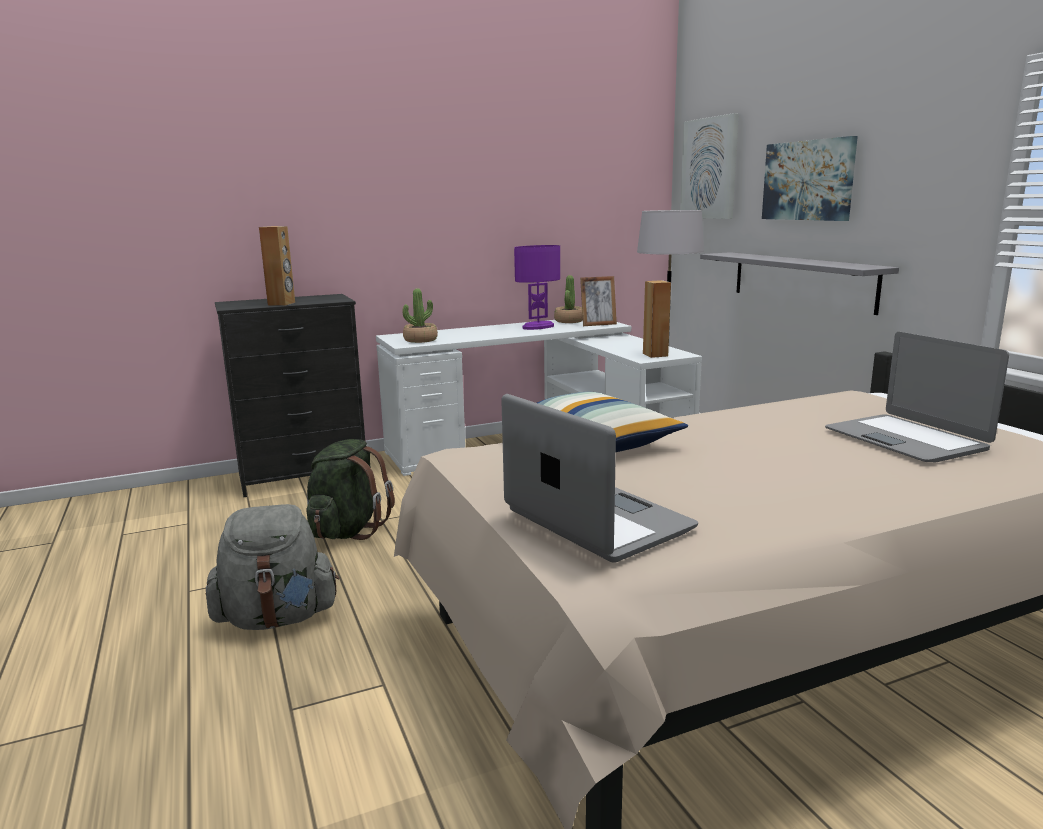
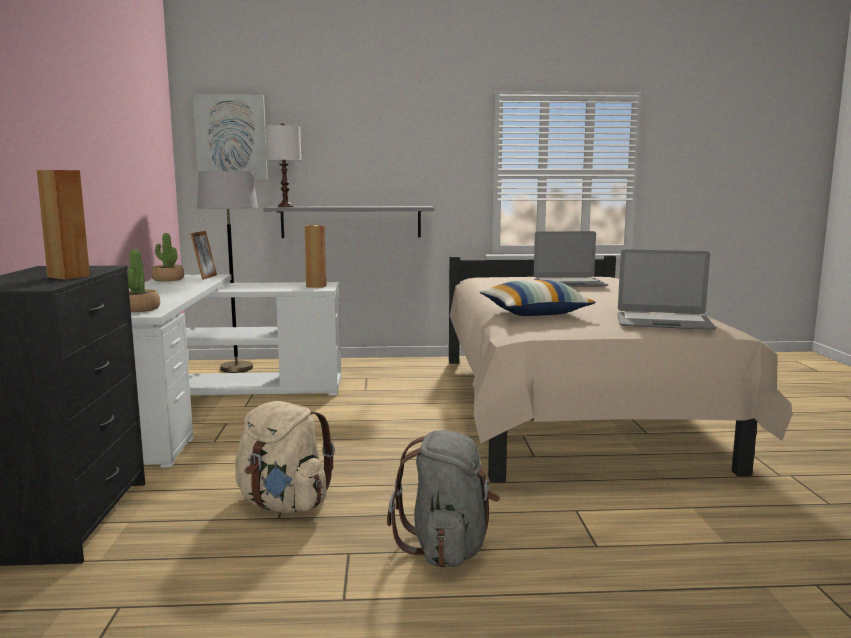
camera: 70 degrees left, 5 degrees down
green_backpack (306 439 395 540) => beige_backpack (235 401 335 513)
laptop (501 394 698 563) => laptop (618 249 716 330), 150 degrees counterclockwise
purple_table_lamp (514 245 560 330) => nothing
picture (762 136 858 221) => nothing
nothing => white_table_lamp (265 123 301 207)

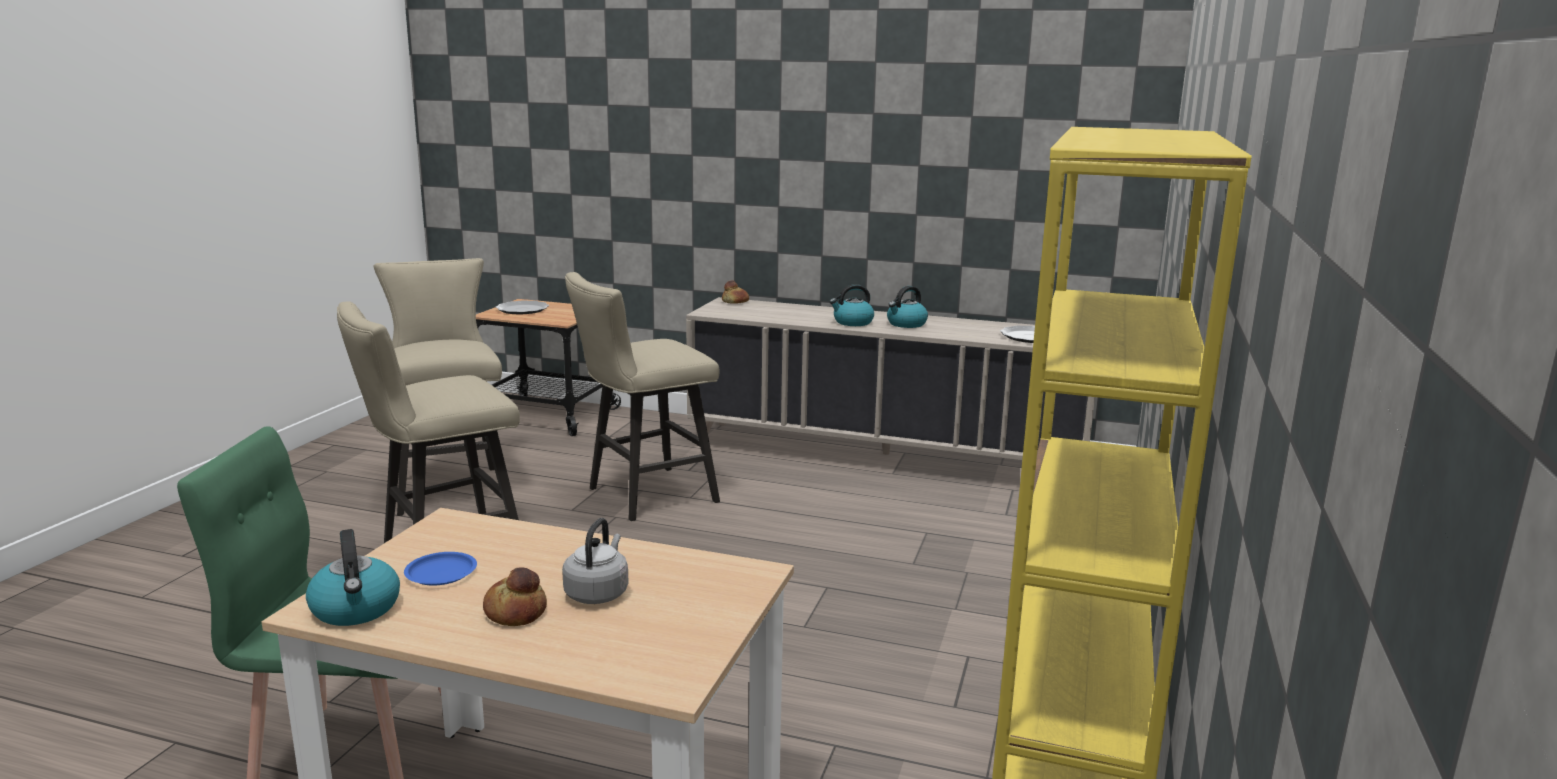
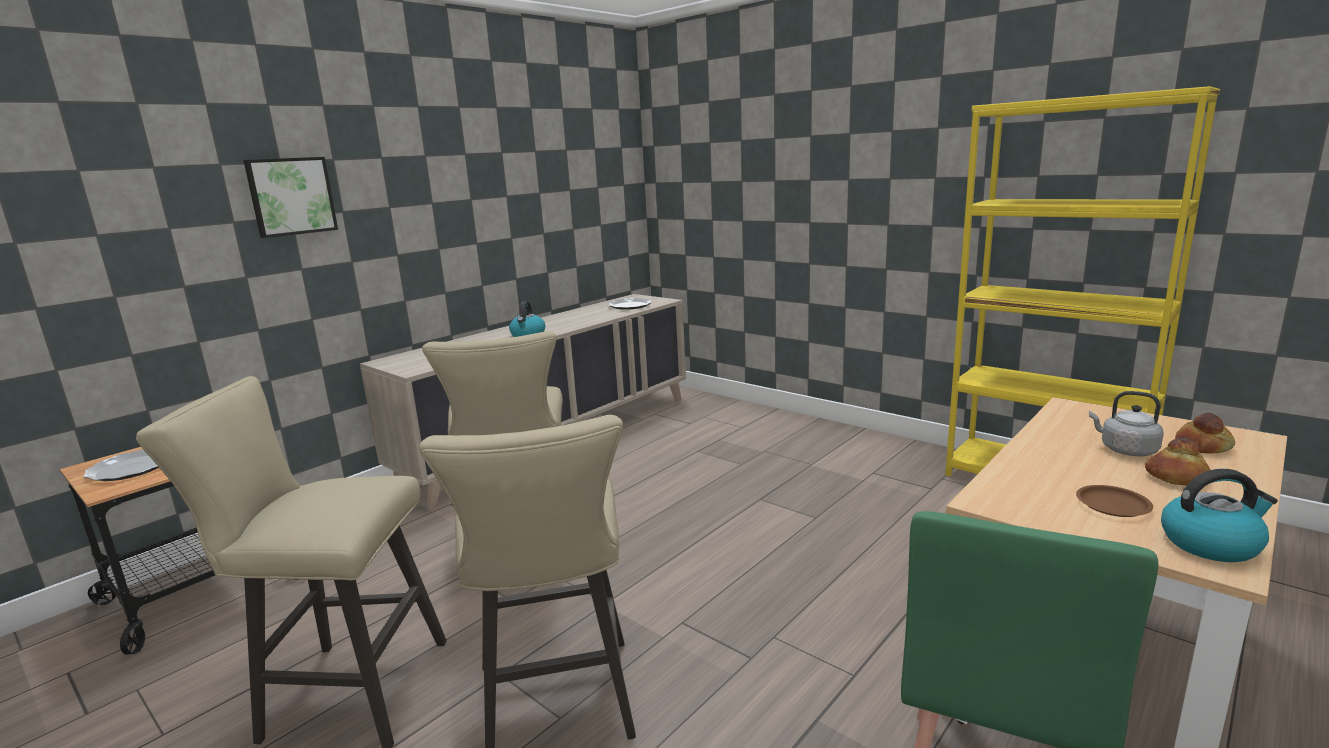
camera: 65 degrees left, 0 degrees up
blue_plate (404 552 477 585) => brown_plate (1076 485 1153 517)
bread (722 280 749 304) => bread (1175 413 1235 454), move
kettle (887 286 928 328) => nothing
nothing => picture (243 157 338 238)

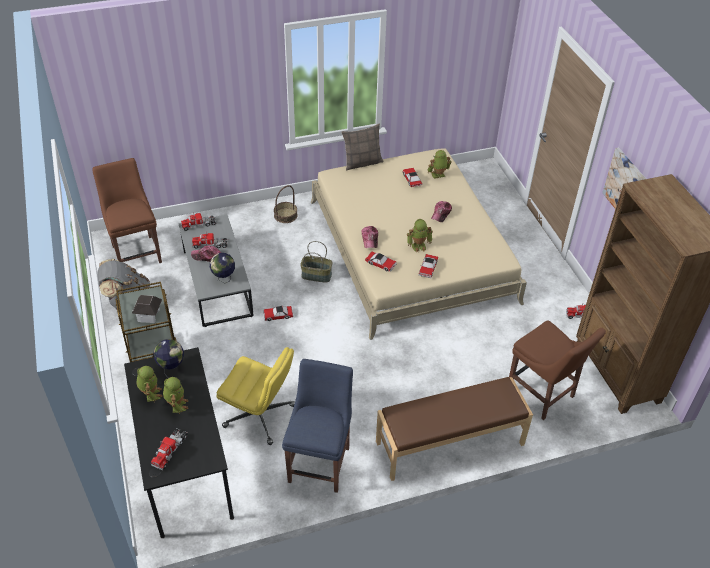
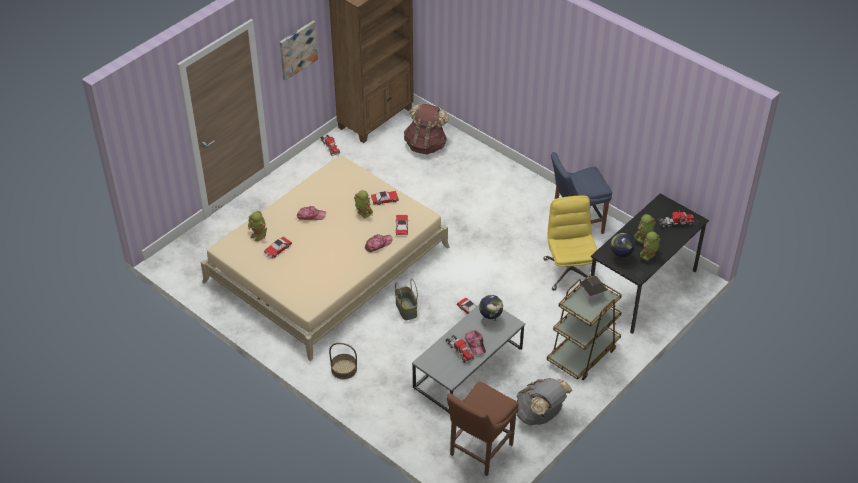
camera: 120 degrees left, 0 degrees up
toy_truck (181 212 217 231) => nothing
pillow (341 124 384 171) => nothing
brown_bench (376 377 533 481) => nothing
brown_chair (509 320 606 420) => brown_backpack (404 104 449 155)

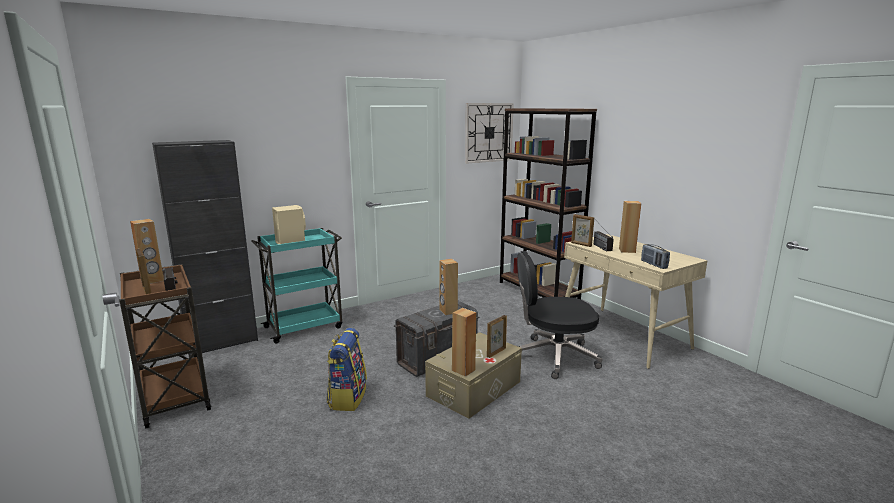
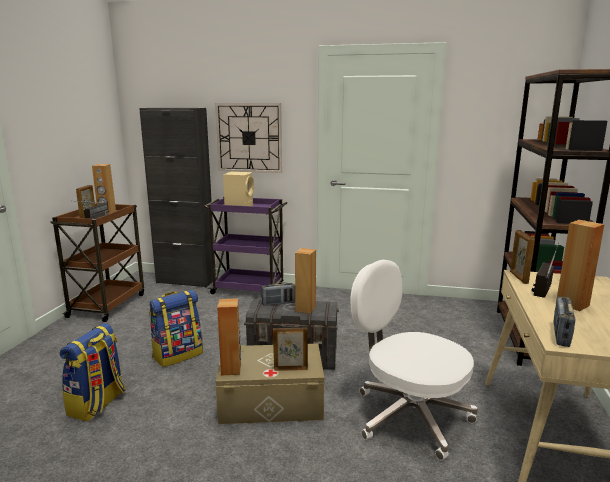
camera: 45 degrees right, 0 degrees up
turquoise_cart (251 228 342 344) => purple_cart (204 197 287 294)
wall_clock (465 103 514 164) => wall_clock (215 103 282 173), move
black_office_chair (517 251 602 379) => white_office_chair (350 260 478 460)
nothing => backpack (60 323 125 421)
nothing => radio (261 282 295 306)

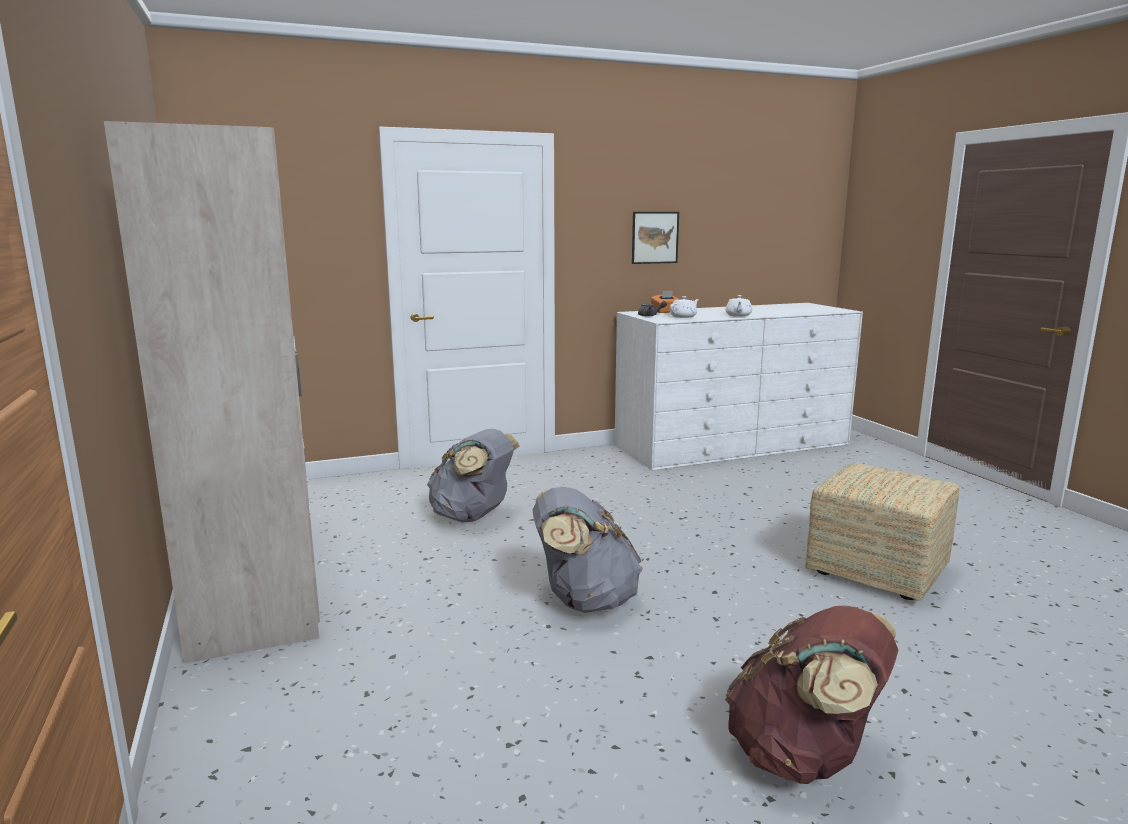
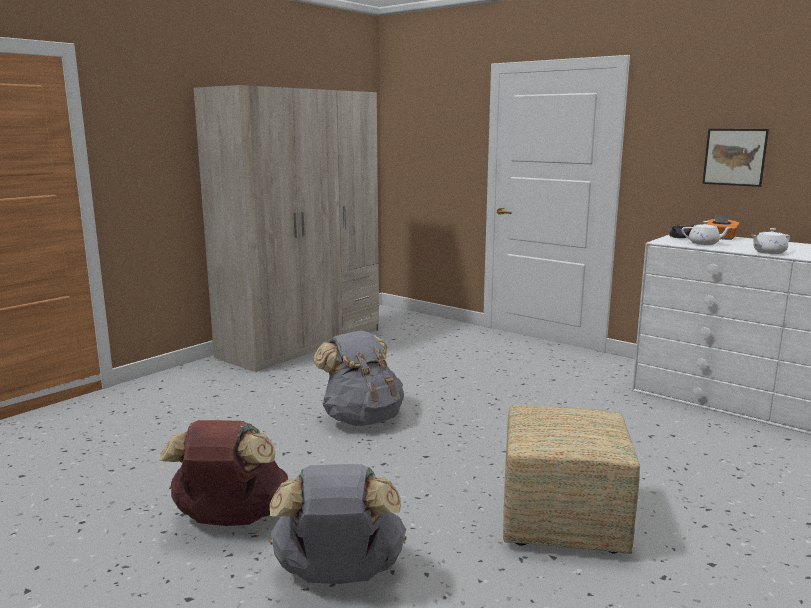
camera: 60 degrees right, 0 degrees up
grey_backpack (427 429 520 523) => grey_backpack (270 464 406 584), move

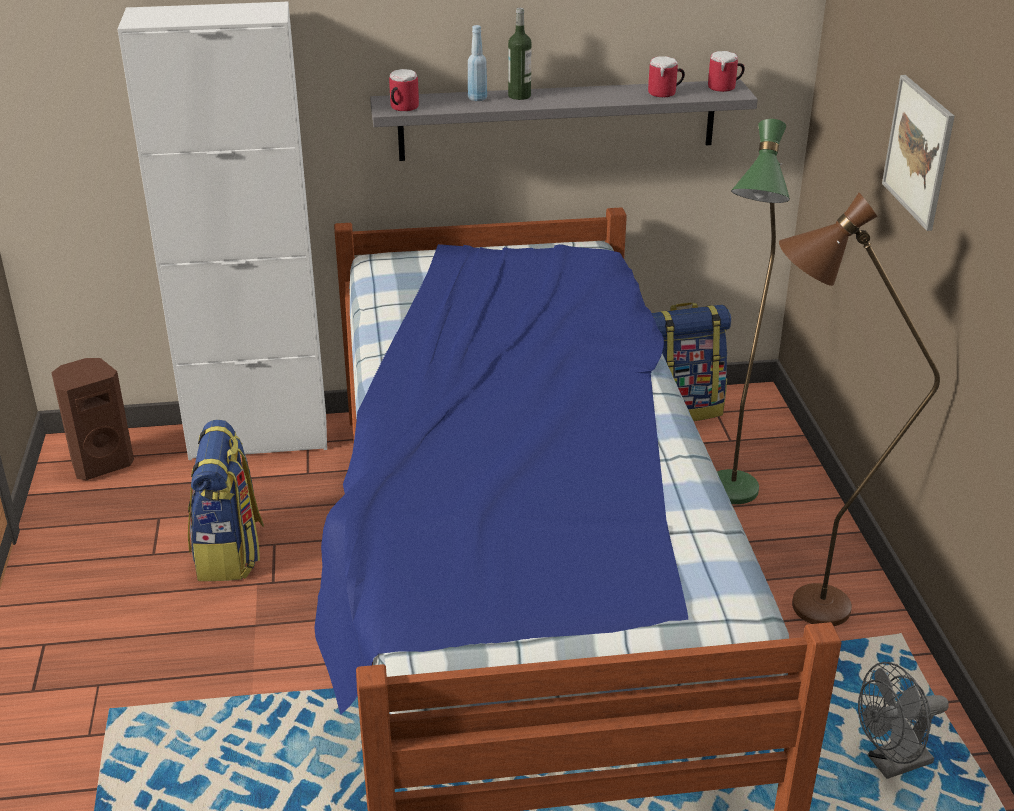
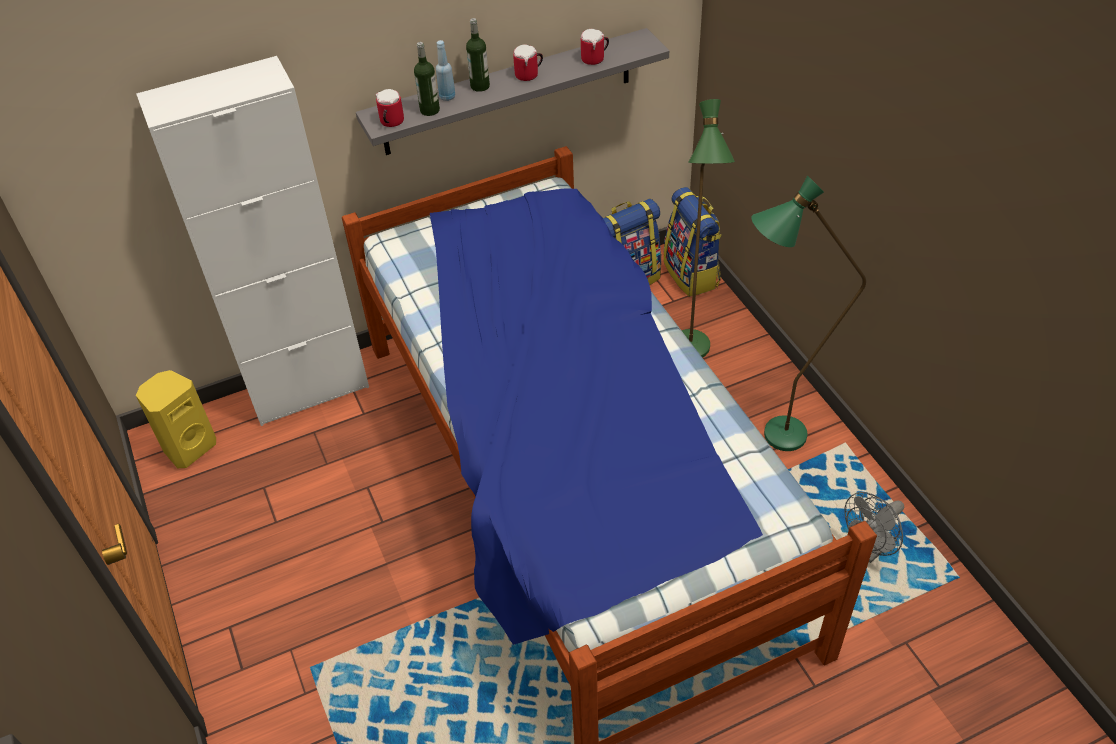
camera: 15 degrees left, 15 degrees up
brown_speaker (51 358 134 480) => yellow_speaker (136 370 216 468)
backpack (188 420 264 581) => backpack (663 187 722 297), move
mug (708 51 745 92) => mug (513 45 543 81), move
brown_floor_lamp (779 193 940 626) => green_floor_lamp (752 175 866 451)
picture (882 75 955 231) => nothing
nothing => bottle (414 42 440 116)

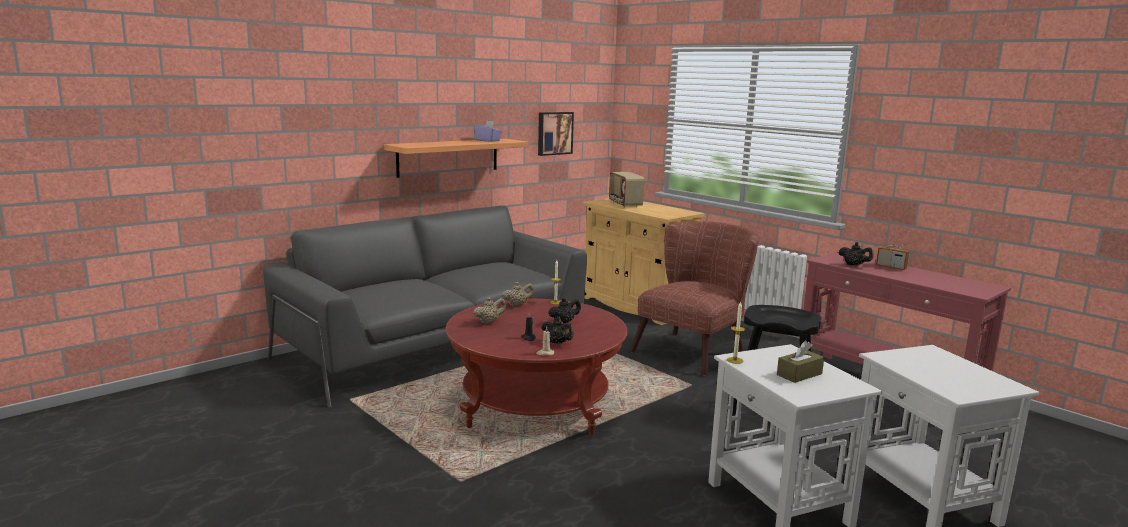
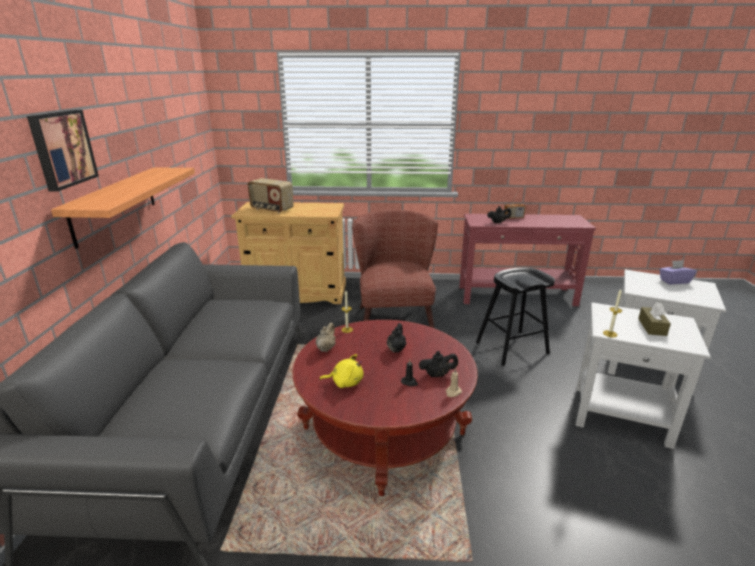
camera: 45 degrees left, 10 degrees up
beige_teapot (473 297 506 324) => yellow_plush_toy (320 354 364 388)
purple_tissue_box (474 121 502 142) => purple_tissue_box (659 260 697 284), move
picture (538 112 574 156) => picture (27 110 99 192), move

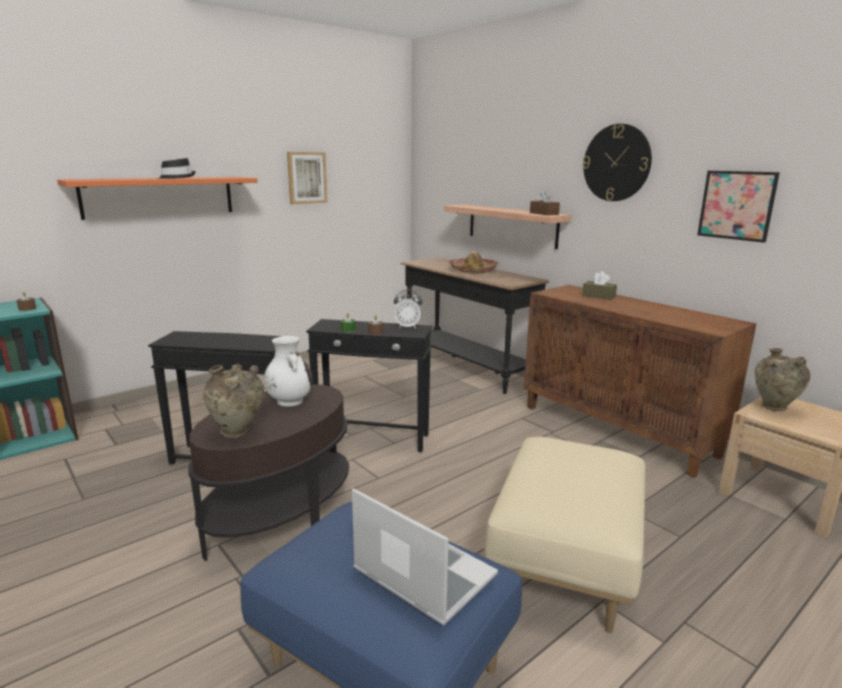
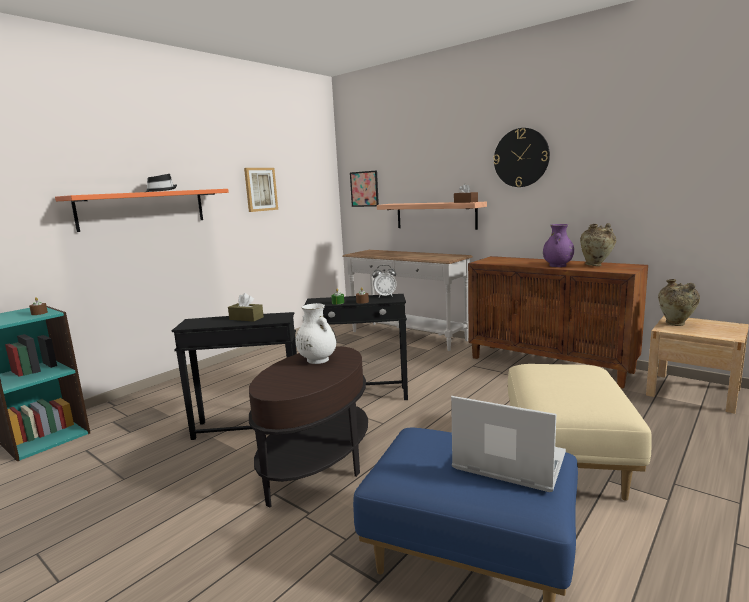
camera: 10 degrees left, 5 degrees down
beige_vase (203 363 265 438) => beige_vase (580 223 616 266), move
black_console_table (400 257 549 394) => white_console_table (342 250 473 351)
hat (449 251 499 273) => nothing
brown_tissue_box (582 271 617 300) => brown_tissue_box (228 293 264 321), move
picture (697 171 780 243) => picture (350 171 379 207), move
nothing => purple_vase (543 224 574 267)

